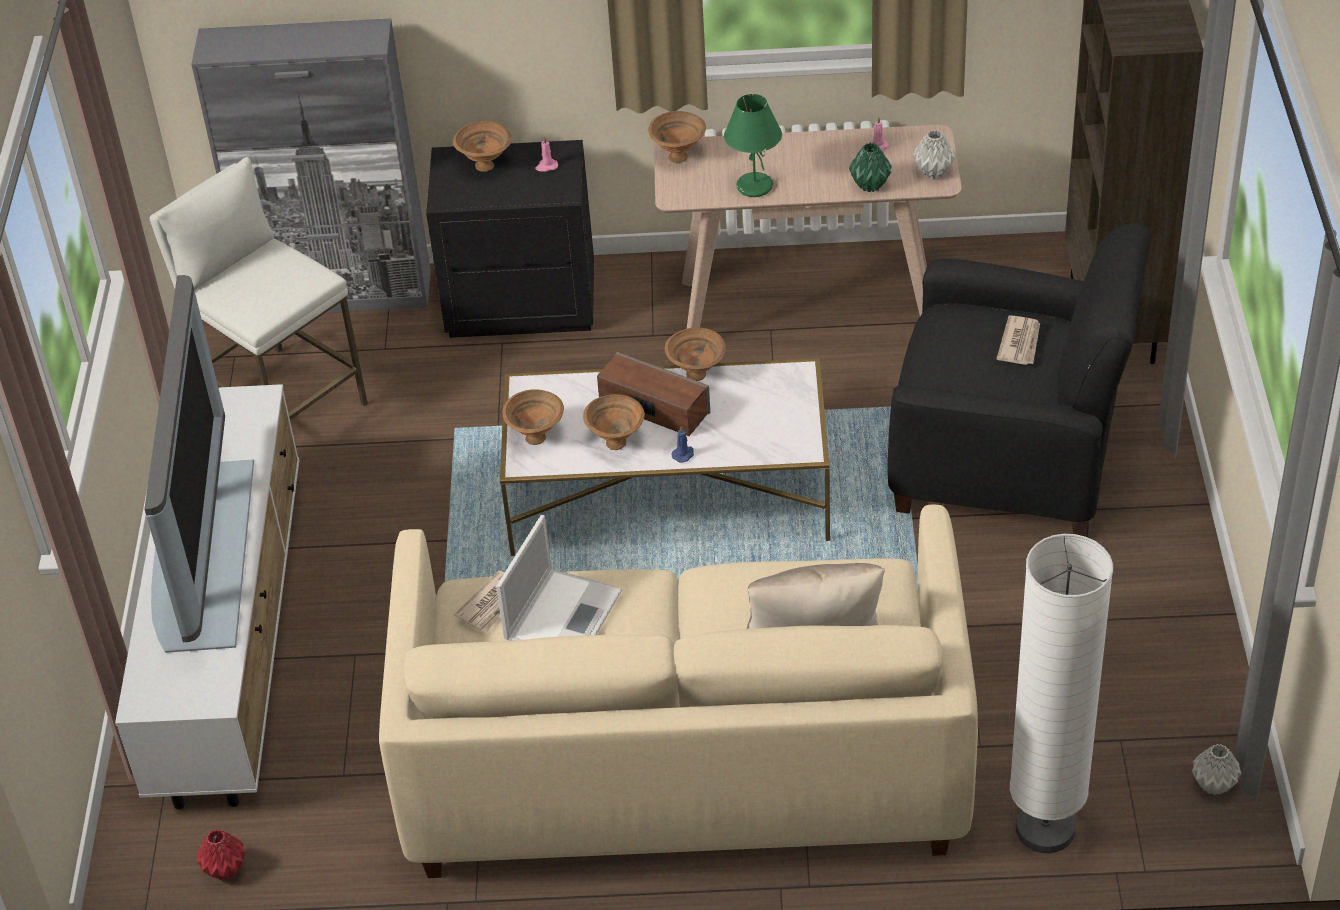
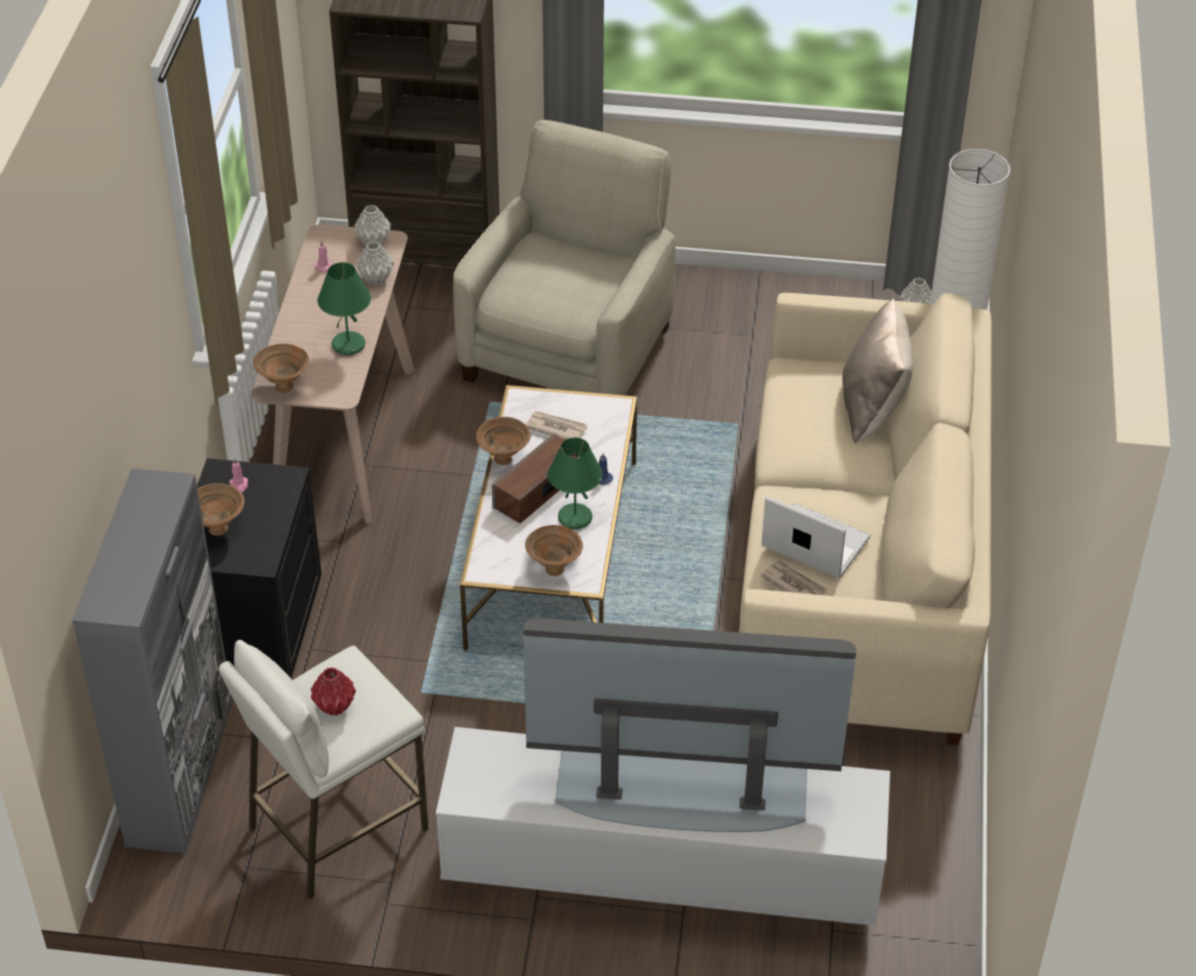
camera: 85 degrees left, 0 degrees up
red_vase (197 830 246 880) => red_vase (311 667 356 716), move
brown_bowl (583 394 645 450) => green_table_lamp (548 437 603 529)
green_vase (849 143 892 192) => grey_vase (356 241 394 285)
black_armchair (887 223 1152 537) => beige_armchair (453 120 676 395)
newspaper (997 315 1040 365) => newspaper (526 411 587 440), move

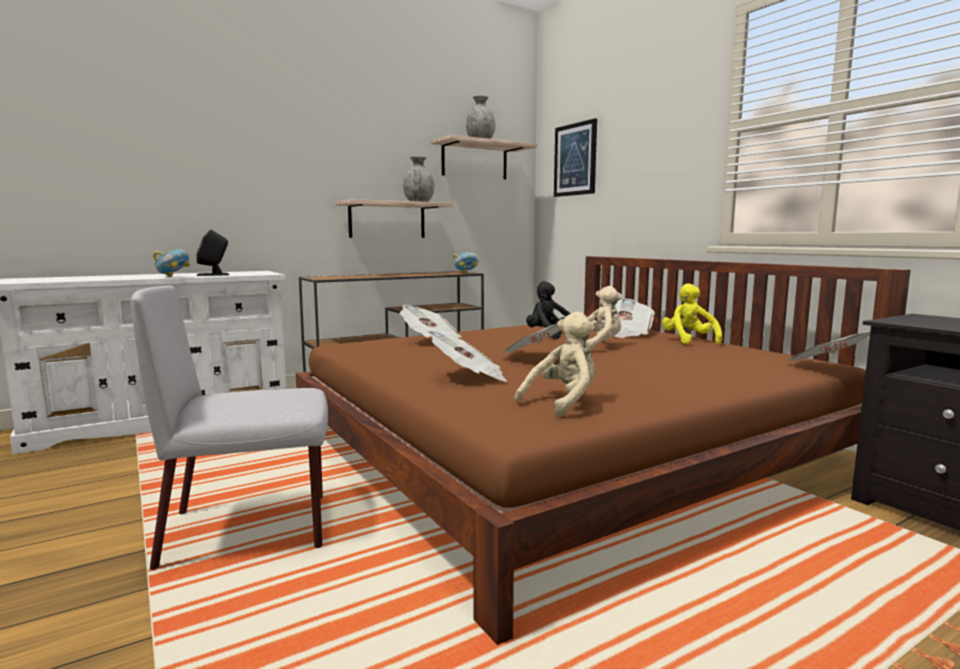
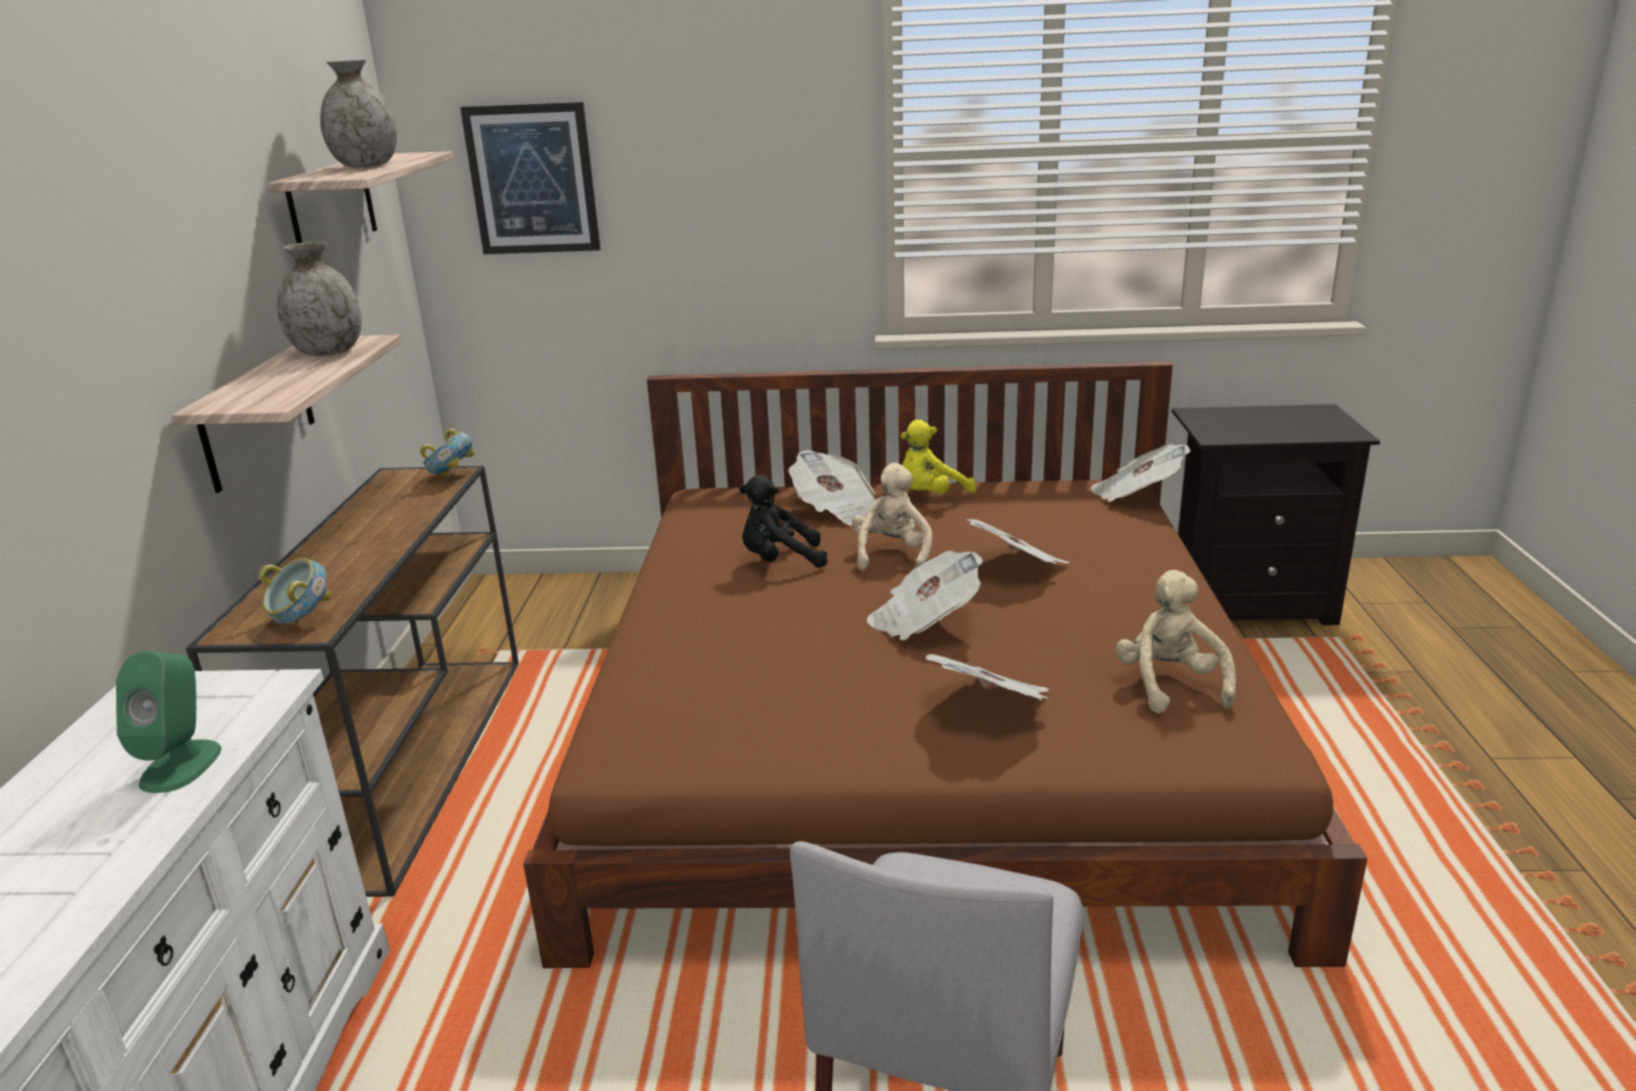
camera: 55 degrees left, 15 degrees up
bowl (153 249 190 277) => bowl (259 558 331 624), move
black_speaker (196 230 229 276) => green_speaker (116 651 222 793)
newspaper (400 305 461 338) => newspaper (967 519 1070 564), move
yellow_plush_toy (662 283 722 345) => yellow_plush_toy (900 420 976 494), 60 degrees counterclockwise

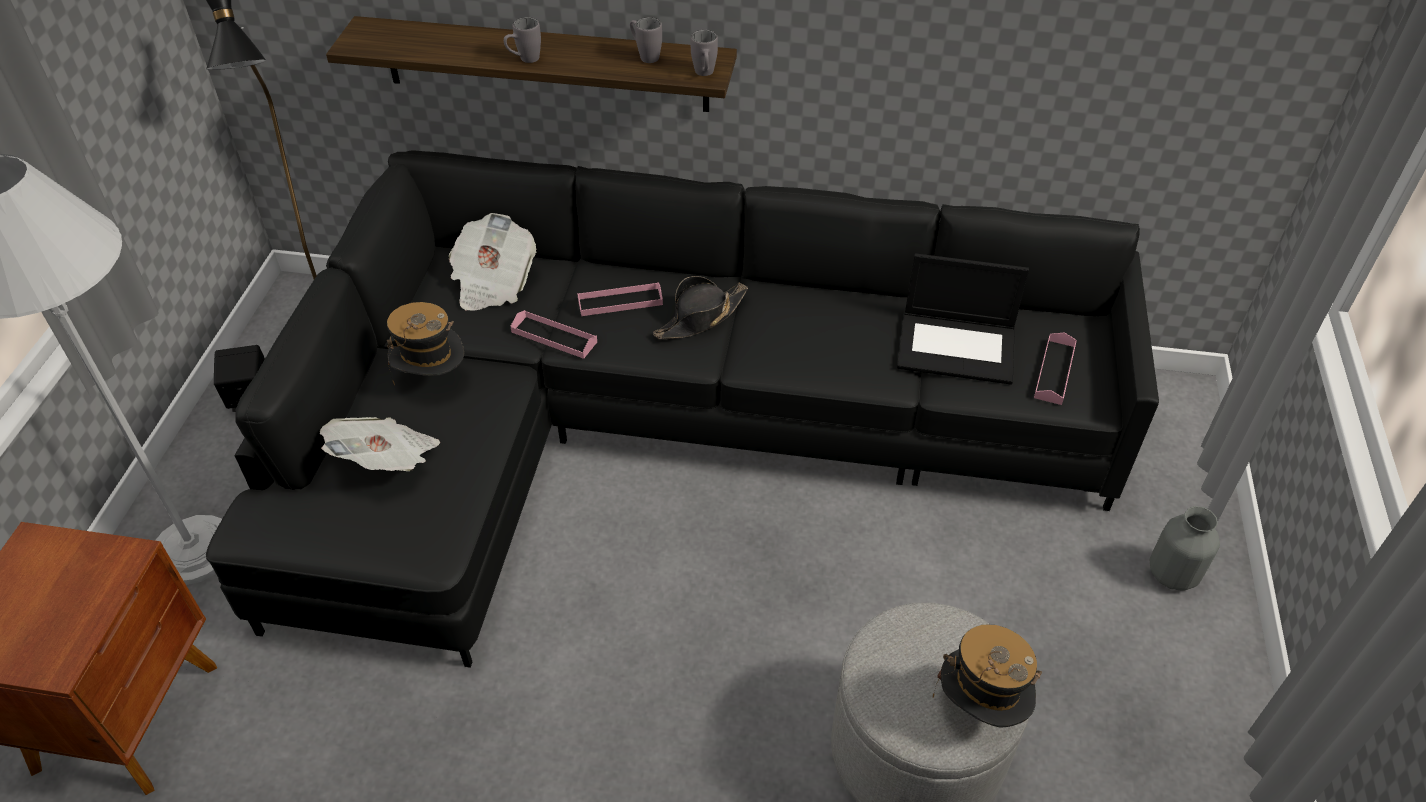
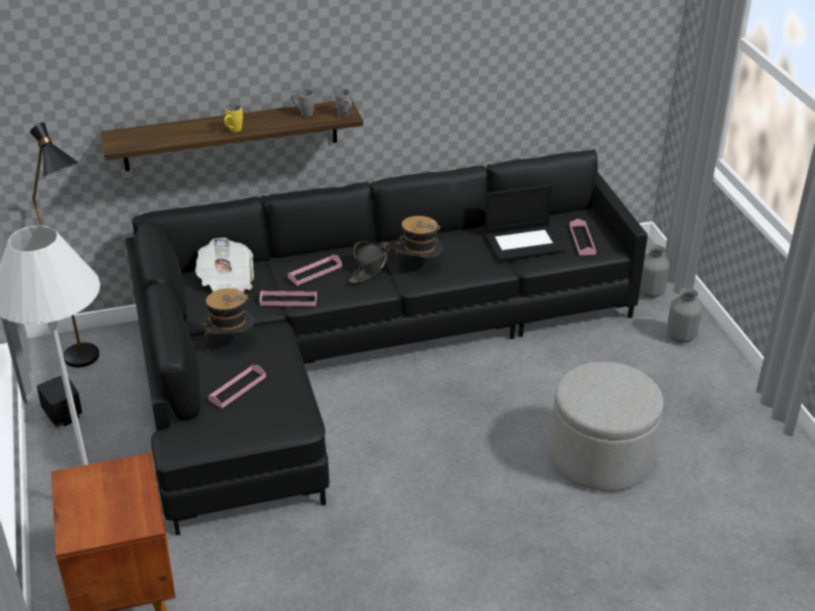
camera: 25 degrees left, 10 degrees down
newspaper (320 417 440 472) => pink_tray (208 365 266 408)
grey_mug (504 17 541 63) => yellow_mug (224 104 243 132)
hat (933 625 1042 728) => hat (395 216 443 268), move
nothing => grey_vase (639 245 670 298)

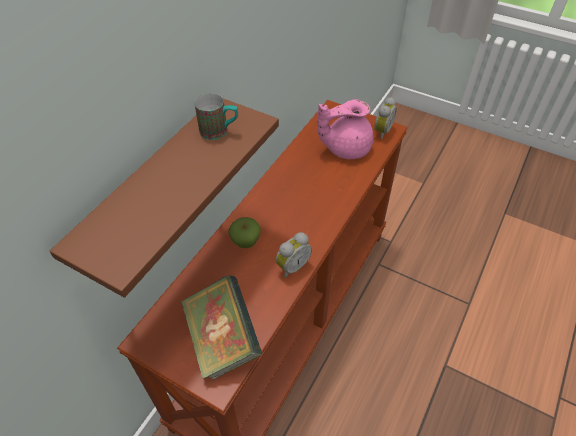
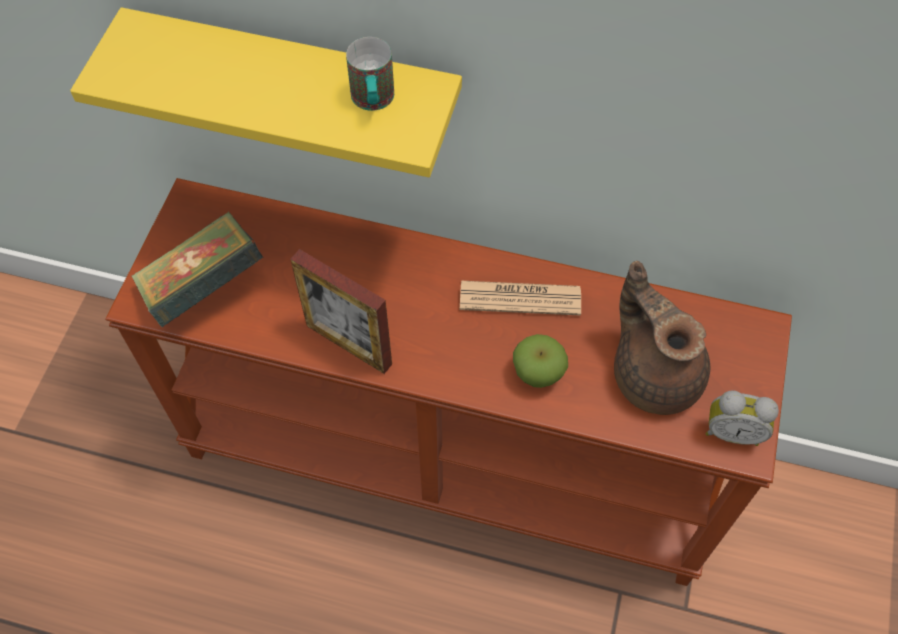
camera: 75 degrees right, 10 degrees up
brown_shelf (50 99 279 298) => yellow_shelf (70 7 462 177)
apple (228 217 261 248) => apple (513 334 568 388), move
alarm_clock (276 232 312 278) => picture_frame (290 249 392 374)
pink_teapot (317 99 374 159) => brown_teapot (614 261 710 415)
nothing => newspaper (460 281 581 316)

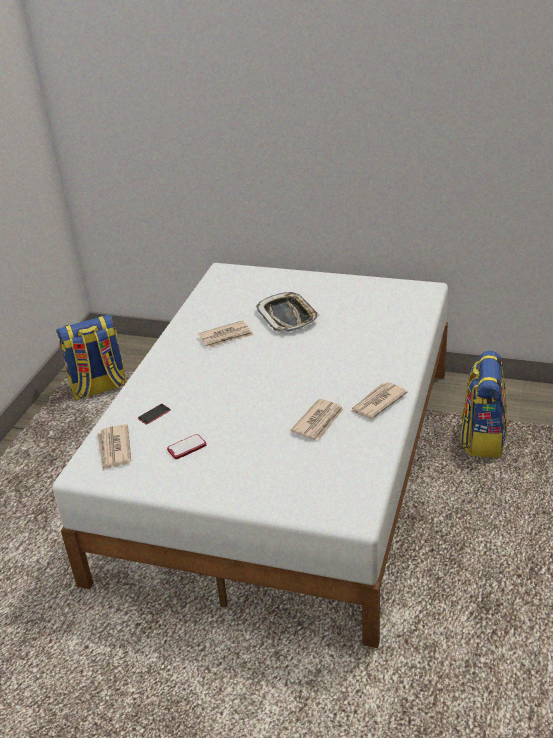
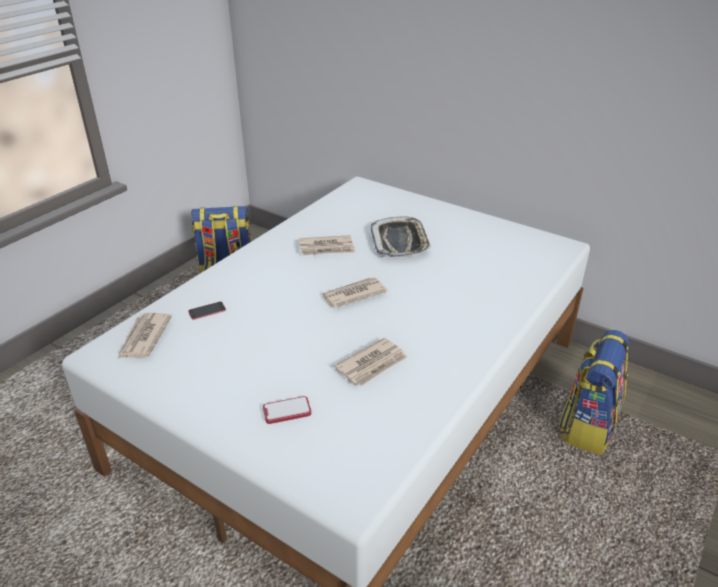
camera: 15 degrees right, 0 degrees up
phone (167 434 206 459) => phone (263 396 311 424), move
newspaper (350 382 408 419) => newspaper (320 278 388 308), move

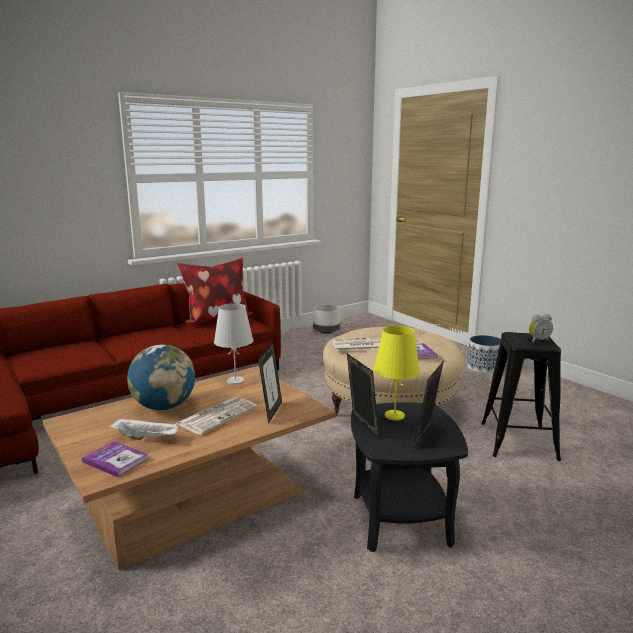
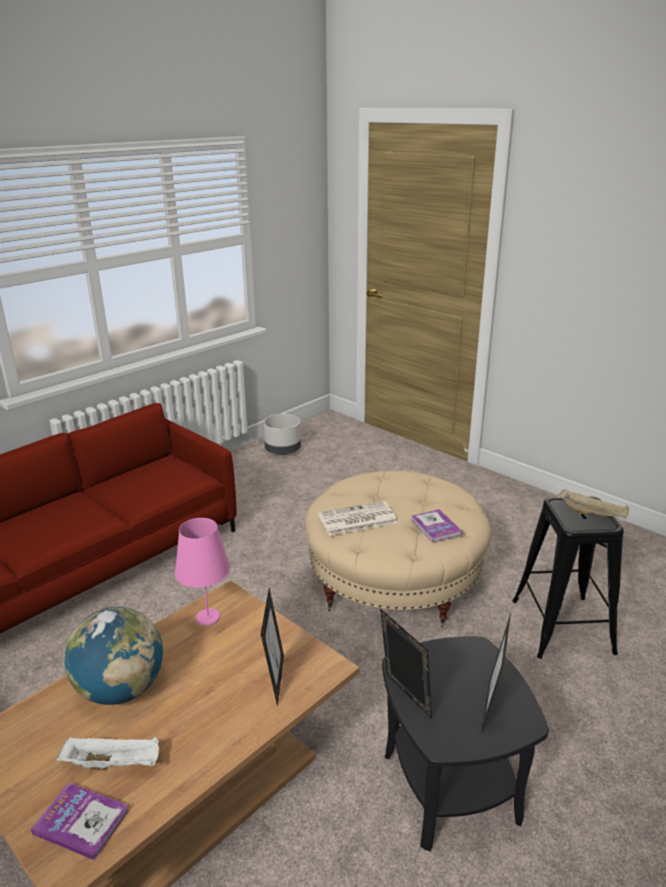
camera: 10 degrees left, 10 degrees up
pillow (177 257 252 324) => nothing
newspaper (178 397 257 435) => nothing
white_table_lamp (214 303 253 385) => pink_table_lamp (175 518 231 626)
yellow_table_lamp (374 325 420 421) => nothing
planter (467 335 501 374) => nothing
alarm_clock (529 314 553 342) => beige_tray (557 489 629 519)

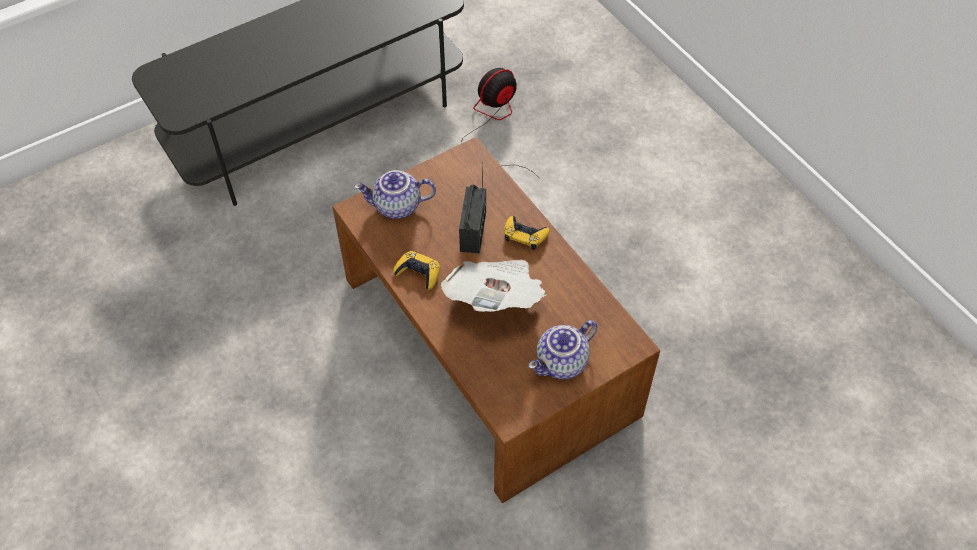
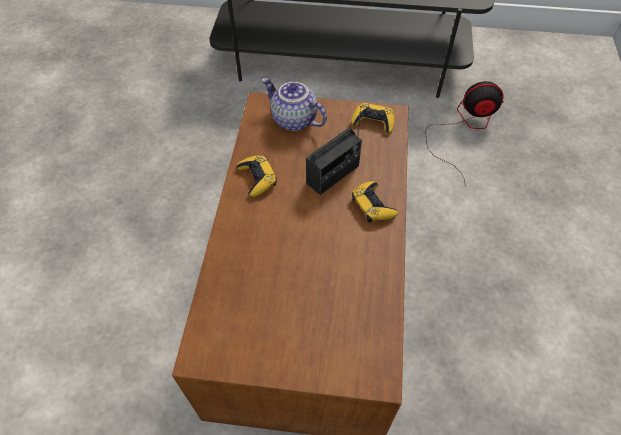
camera: 40 degrees right, 0 degrees up
newspaper (441 259 547 312) => nothing
teapot (528 320 597 379) => nothing
nothing => yellow_game_controller (351 103 395 134)

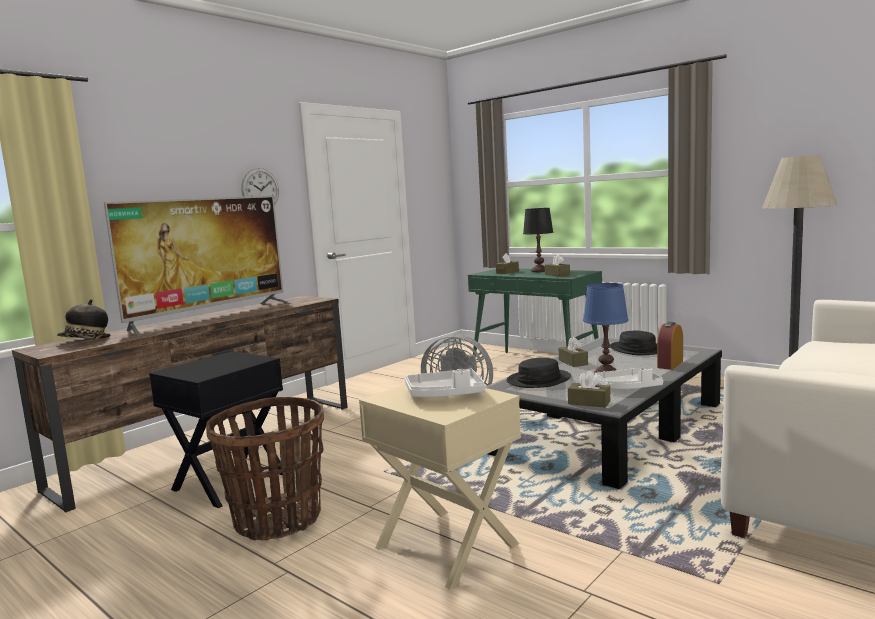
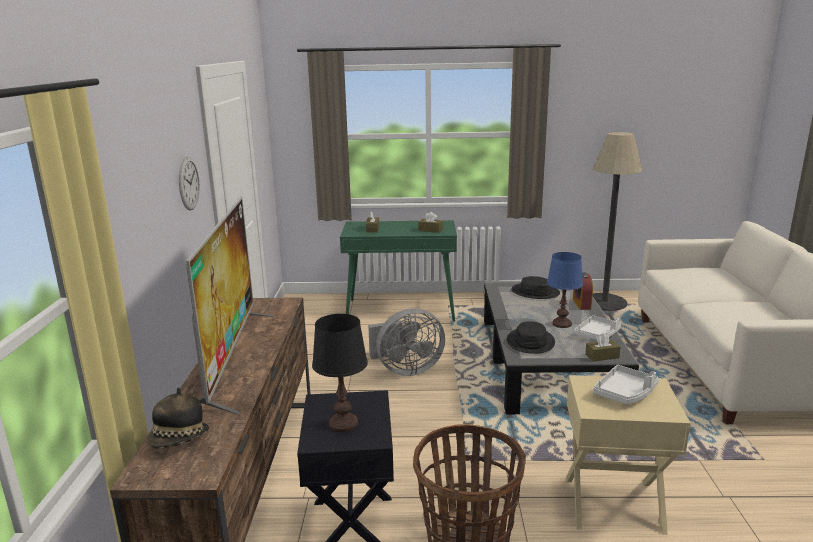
camera: 40 degrees left, 10 degrees up
black_table_lamp (523 208 553 272) => black_table_lamp (312 314 368 432), move
brown_tissue_box (559 337 588 367) => nothing

